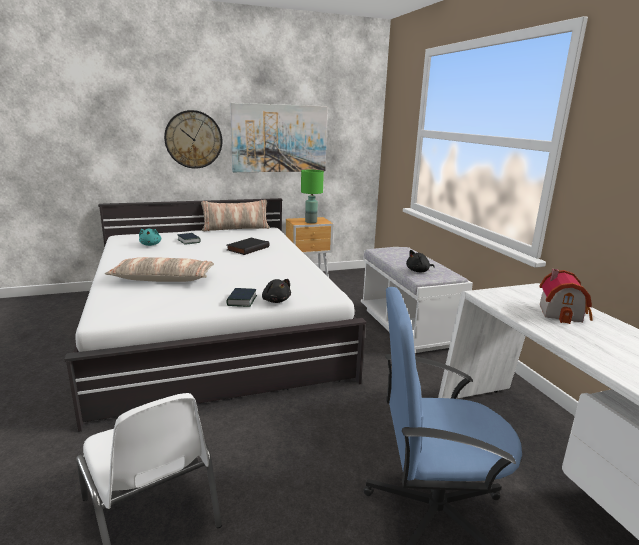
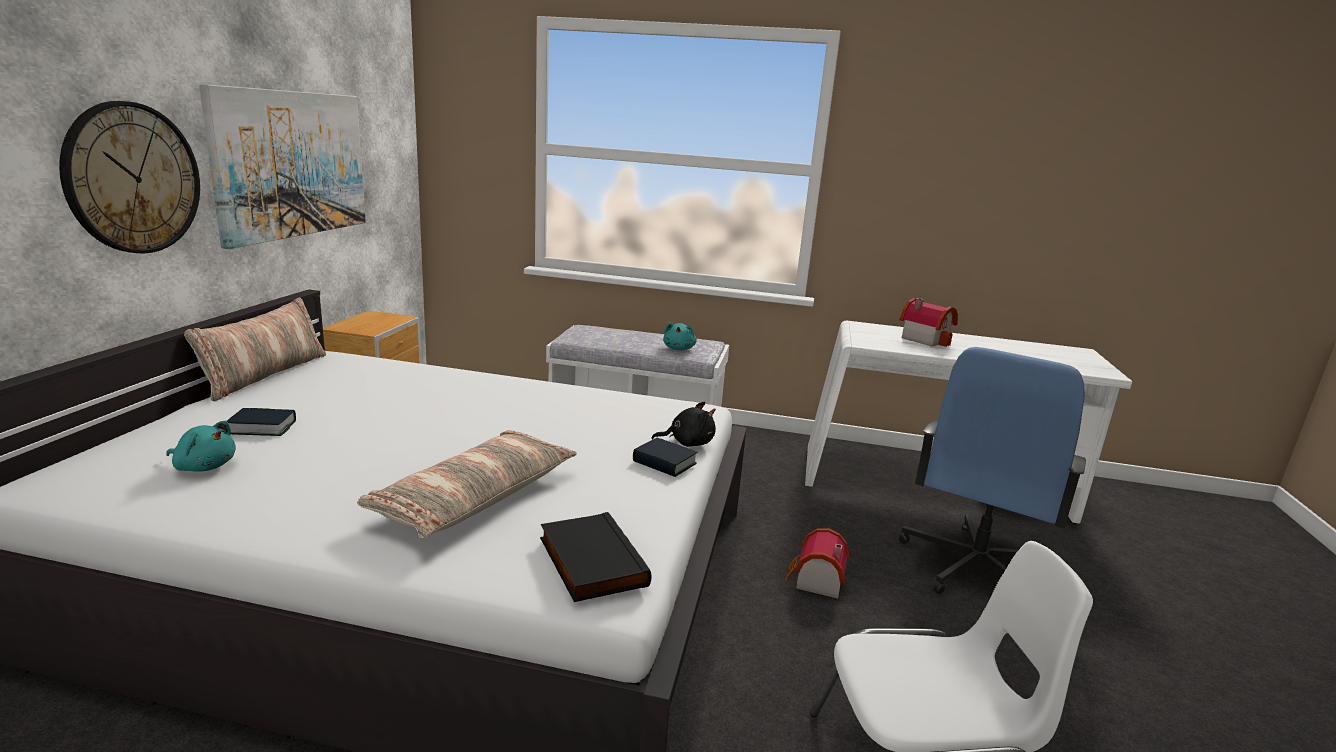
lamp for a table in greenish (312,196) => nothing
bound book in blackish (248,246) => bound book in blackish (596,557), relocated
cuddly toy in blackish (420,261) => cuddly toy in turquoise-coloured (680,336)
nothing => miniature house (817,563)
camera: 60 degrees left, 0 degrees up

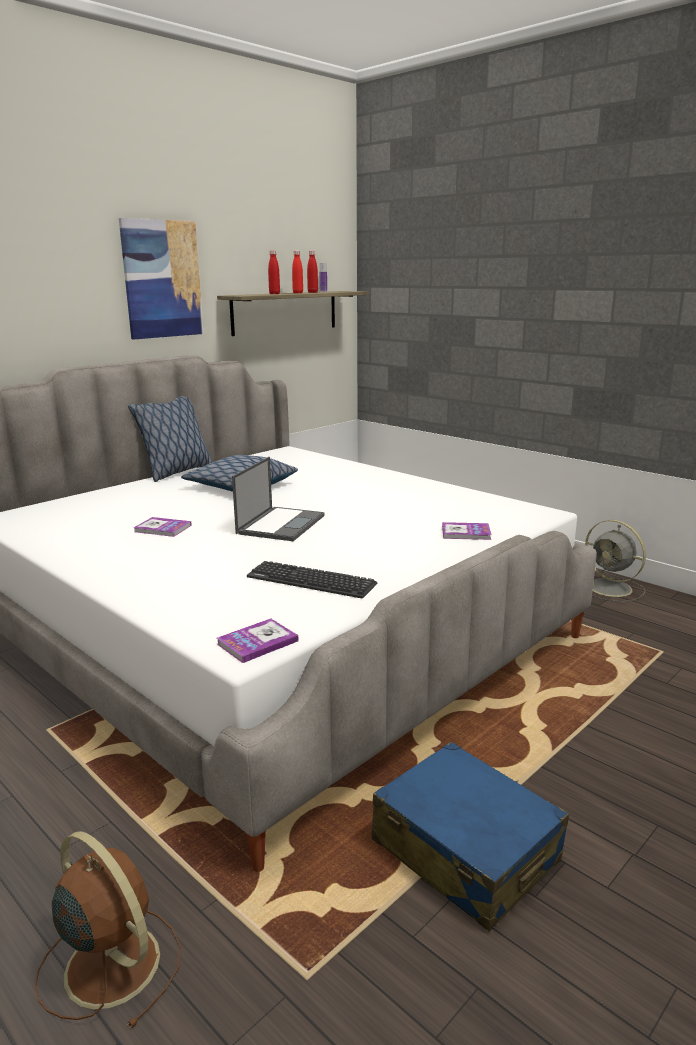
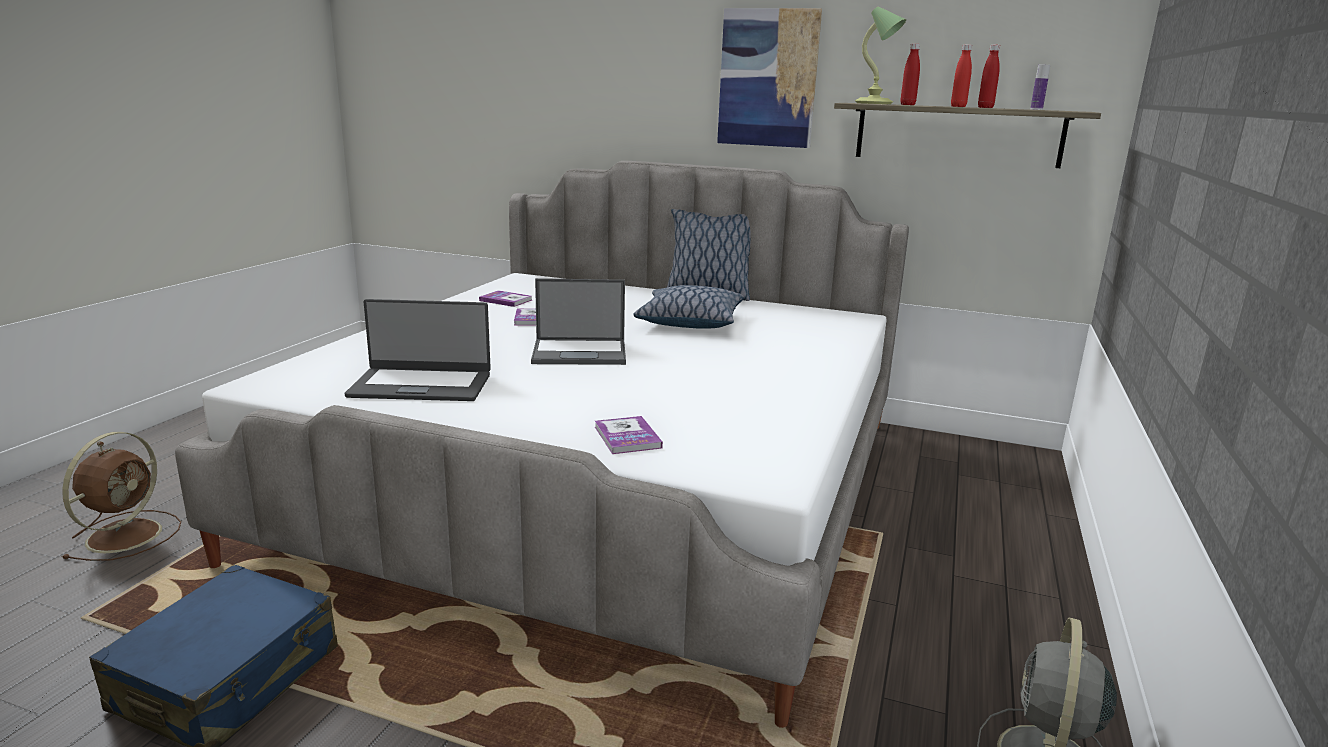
computer keyboard (312,579) => notebook computer (417,350)
bound book (258,640) => bound book (505,298), relocated
nothing => lamp for a table (880,55)
camera: 65 degrees right, 0 degrees up

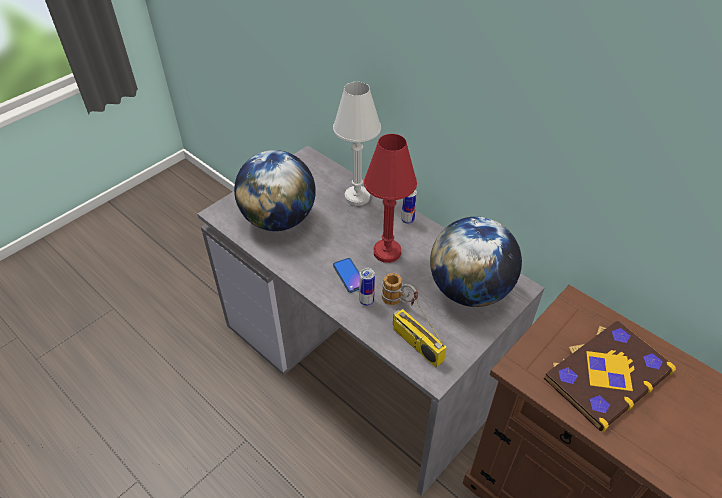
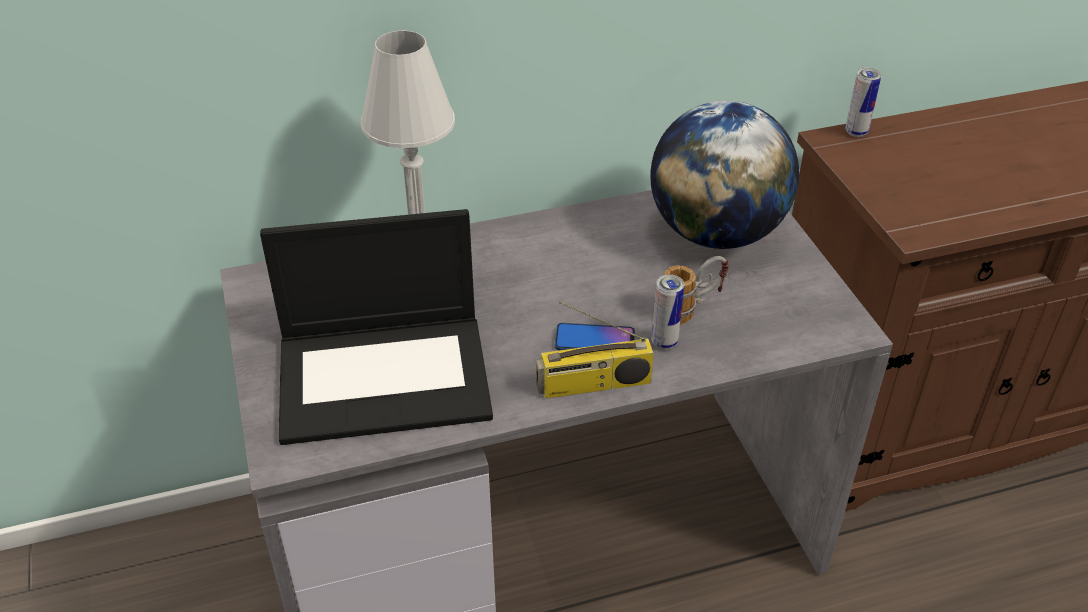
lamp for a table in red (390,198) => nothing
globe (275,190) => notebook computer (376,327)
can (409,207) => can (863,102), relocated
radio (420,329) => radio (595,350), relocated
bound book (610,376) => nothing
camera: 60 degrees left, 5 degrees down

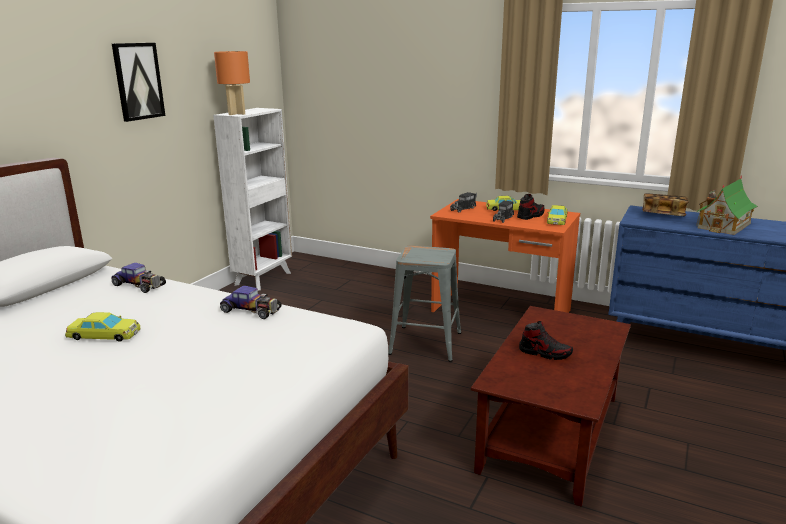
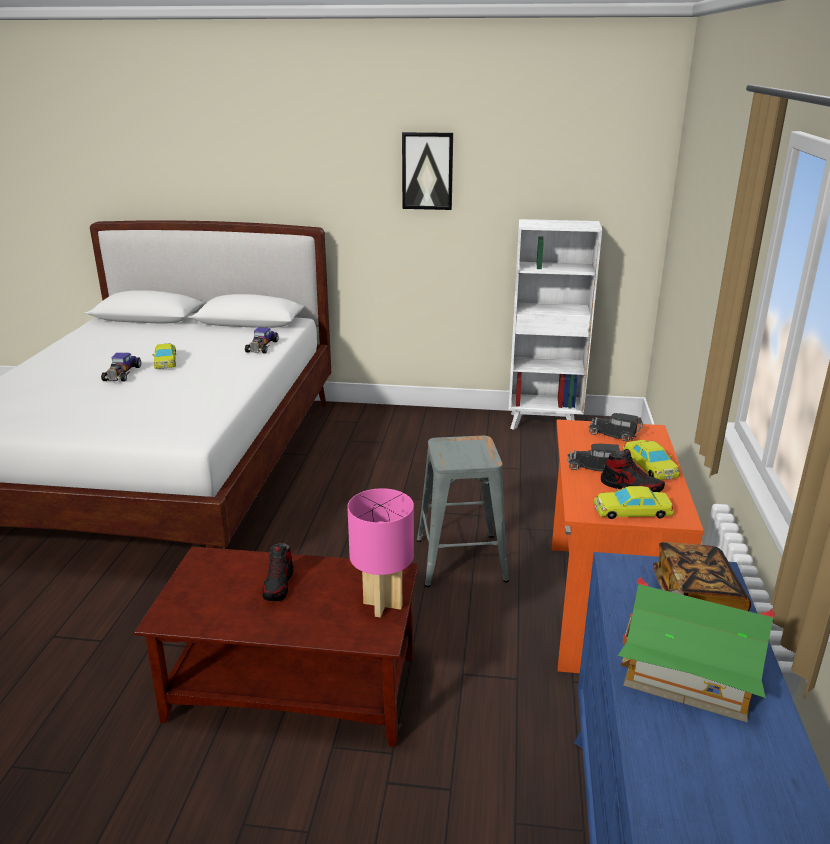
lamp for a table in orange (232,83) => nothing
toy car (251,302) => toy car (121,367), relocated
nothing => lamp for a table in pink-coloured (380,553)
camera: 70 degrees right, 5 degrees up

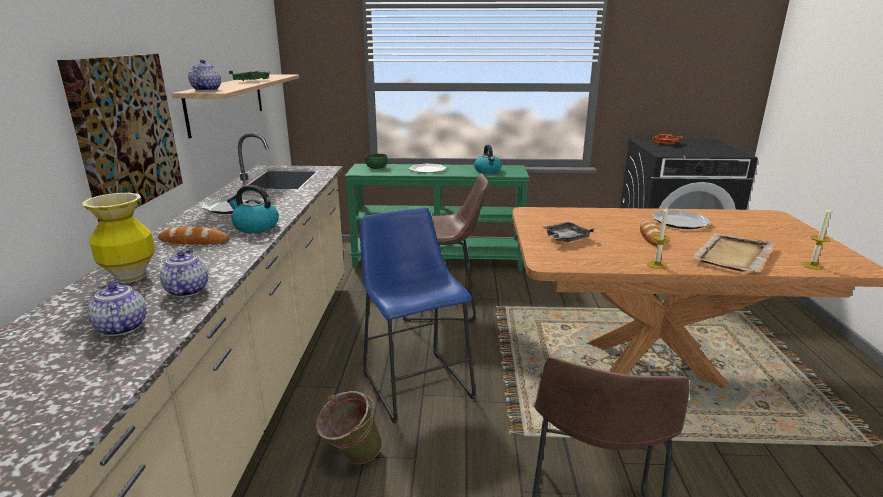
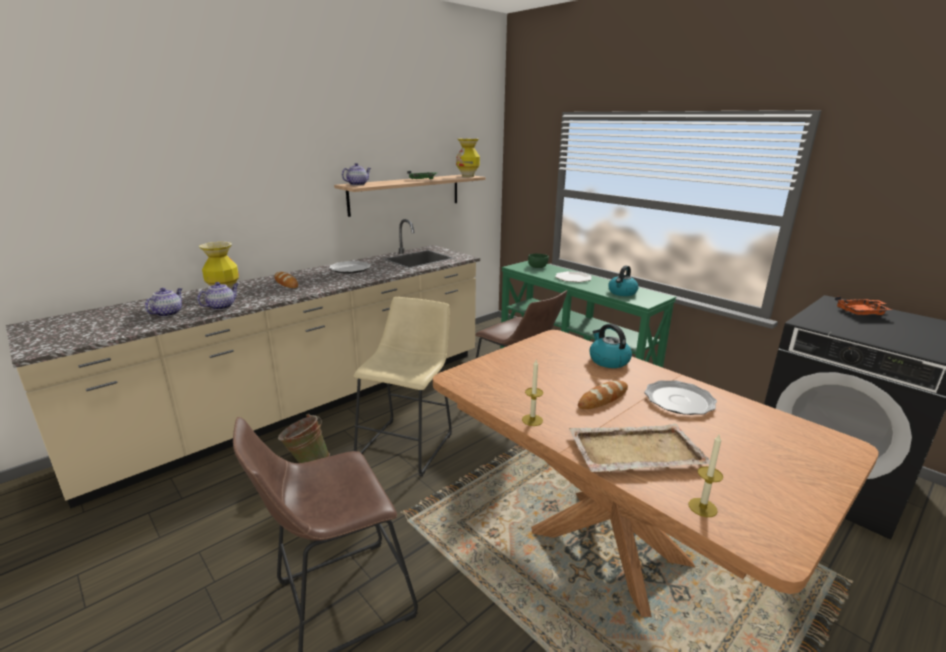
wall art (120,138) => nothing
tea kettle (253,209) => tea kettle (610,346), relocated
stool in blue-coloured (417,316) => stool in sand-coloured (403,387)
tray in greyish (568,232) => nothing
nothing => decorative vase (468,157)
camera: 45 degrees right, 0 degrees up

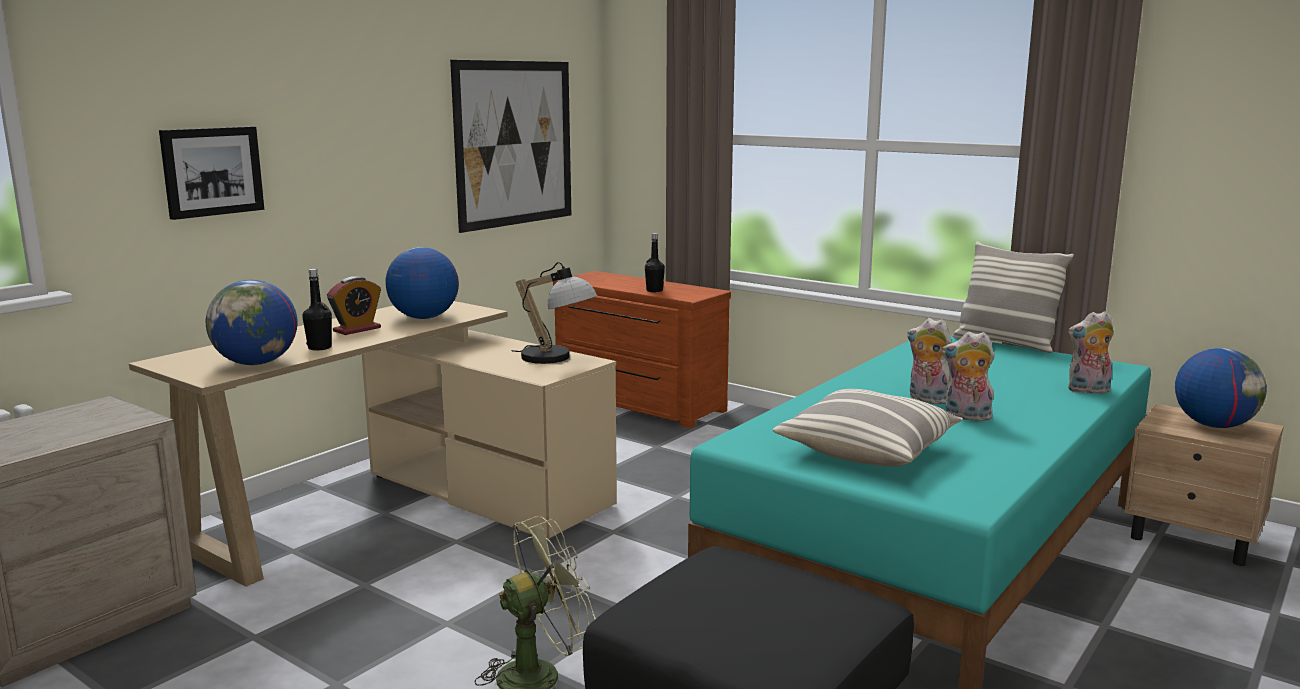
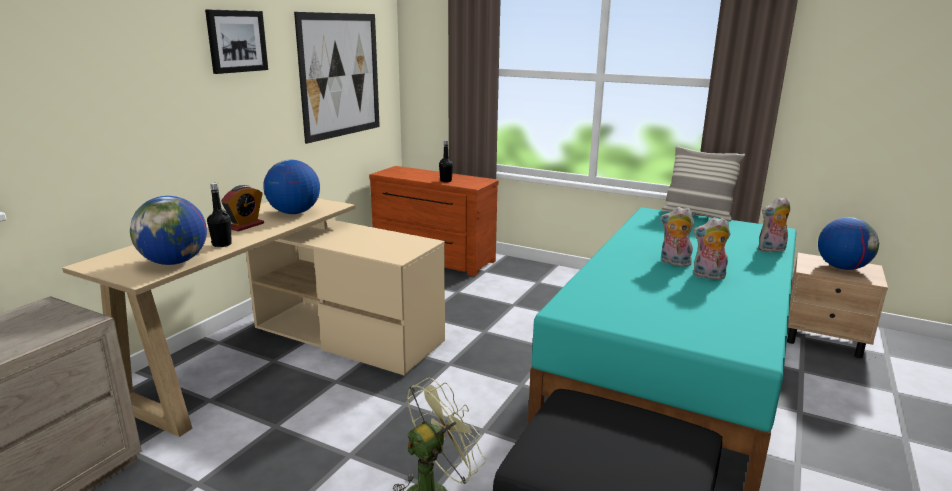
wall art (211,173) => wall art (236,42), relocated
lamp for a table (554,313) => nothing
cushion (868,428) => nothing
camera: 10 degrees left, 5 degrees up

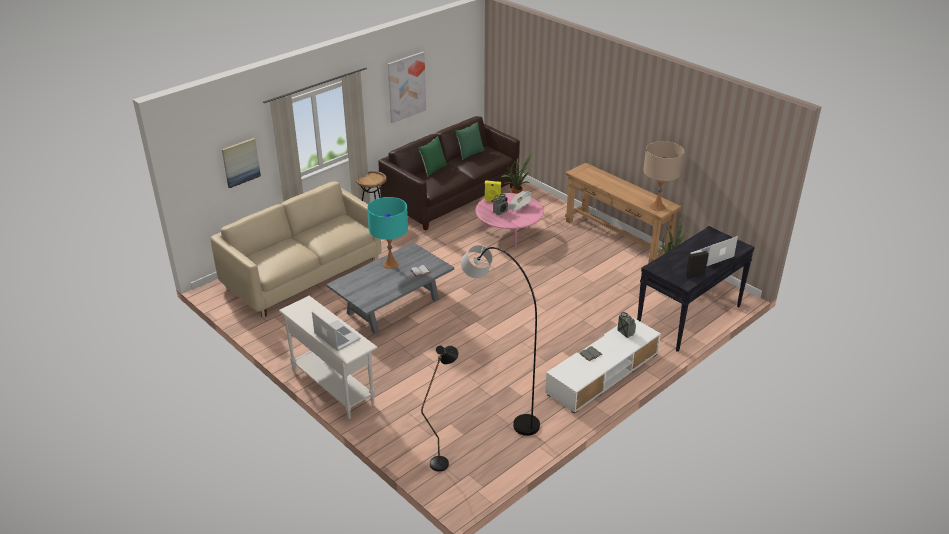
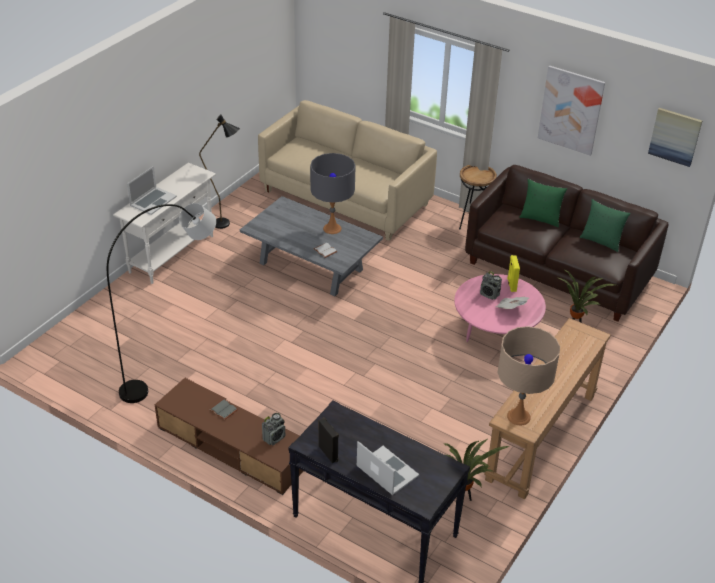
wall art (241,163) => wall art (675,137), relocated
lamp for a table in turquoise-coloured (387,233) => lamp for a table in greyish (333,193)
tv stand in white-coloured (603,365) => tv stand in brown-coloured (229,436)
standard lamp in blackish (440,408) => standard lamp in blackish (219,171), relocated
camera: 75 degrees right, 5 degrees up

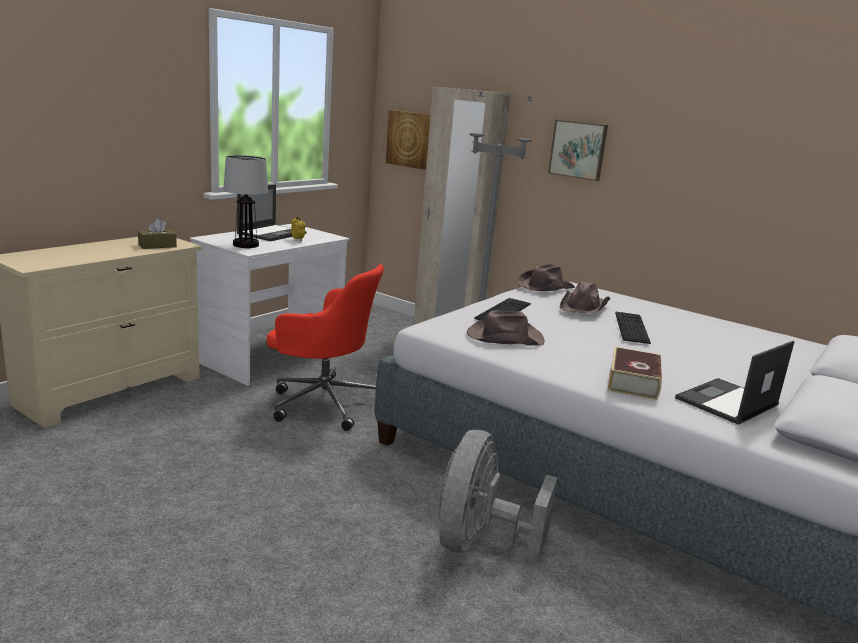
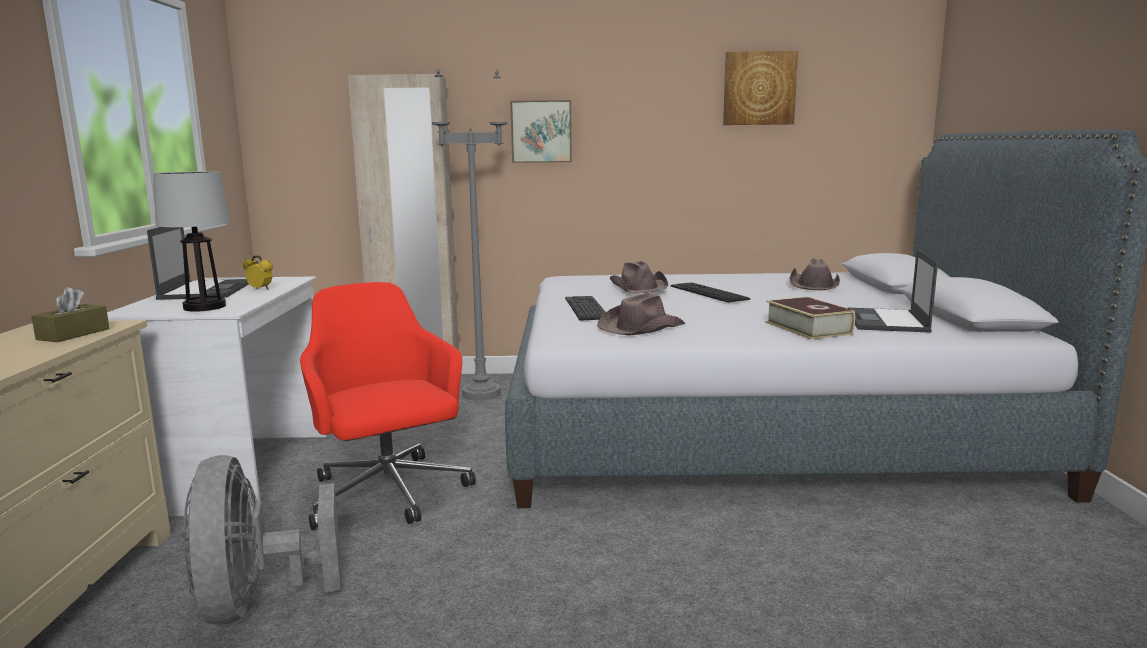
wall art (408,140) => wall art (760,88), relocated
desk chair in red (325,347) => desk chair in red (388,406), 105 degrees counterclockwise
hat in brown-coloured (545,277) => hat in brown-coloured (815,274), relocated
cooling fan in greyish (498,496) => cooling fan in greyish (261,539), relocated
camera: 35 degrees left, 5 degrees down

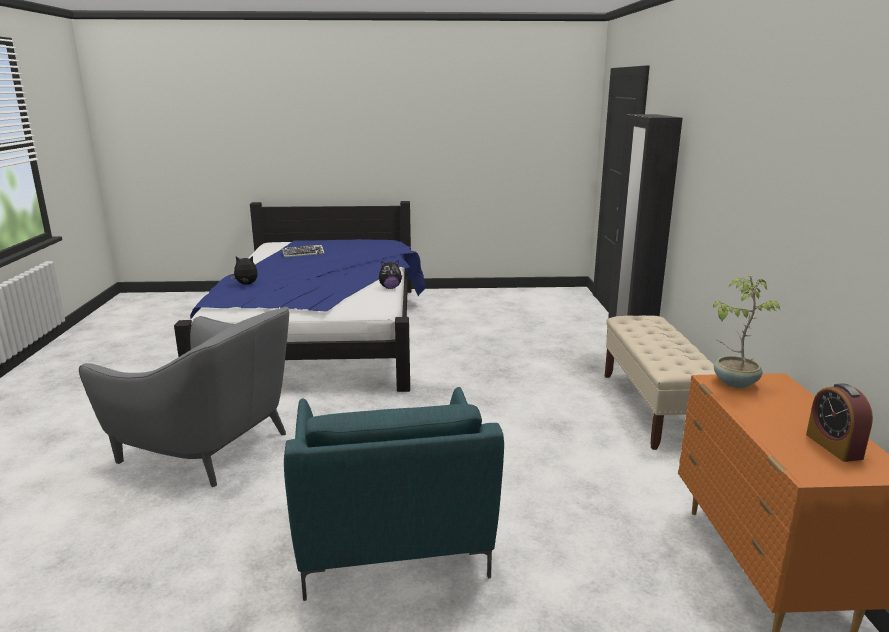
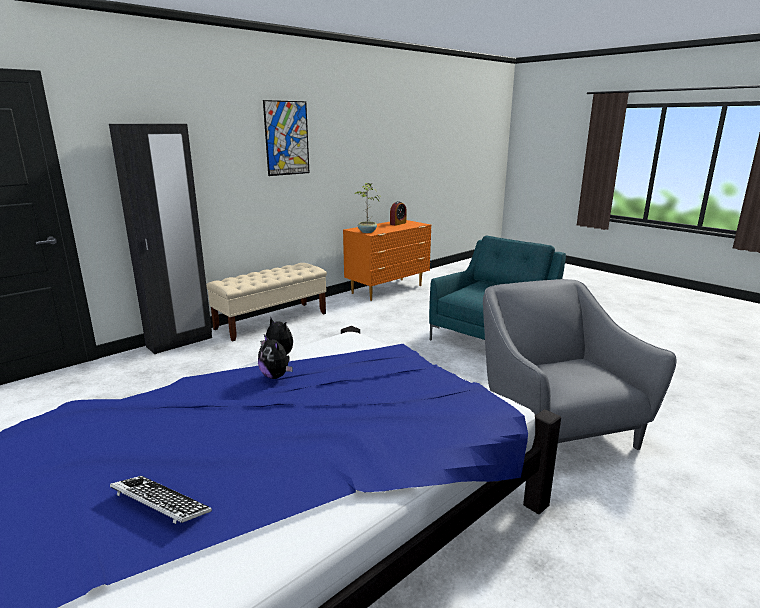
cuddly toy (244,270) => cuddly toy (275,357), relocated
nothing => wall art (286,138)
camera: 130 degrees left, 0 degrees up

